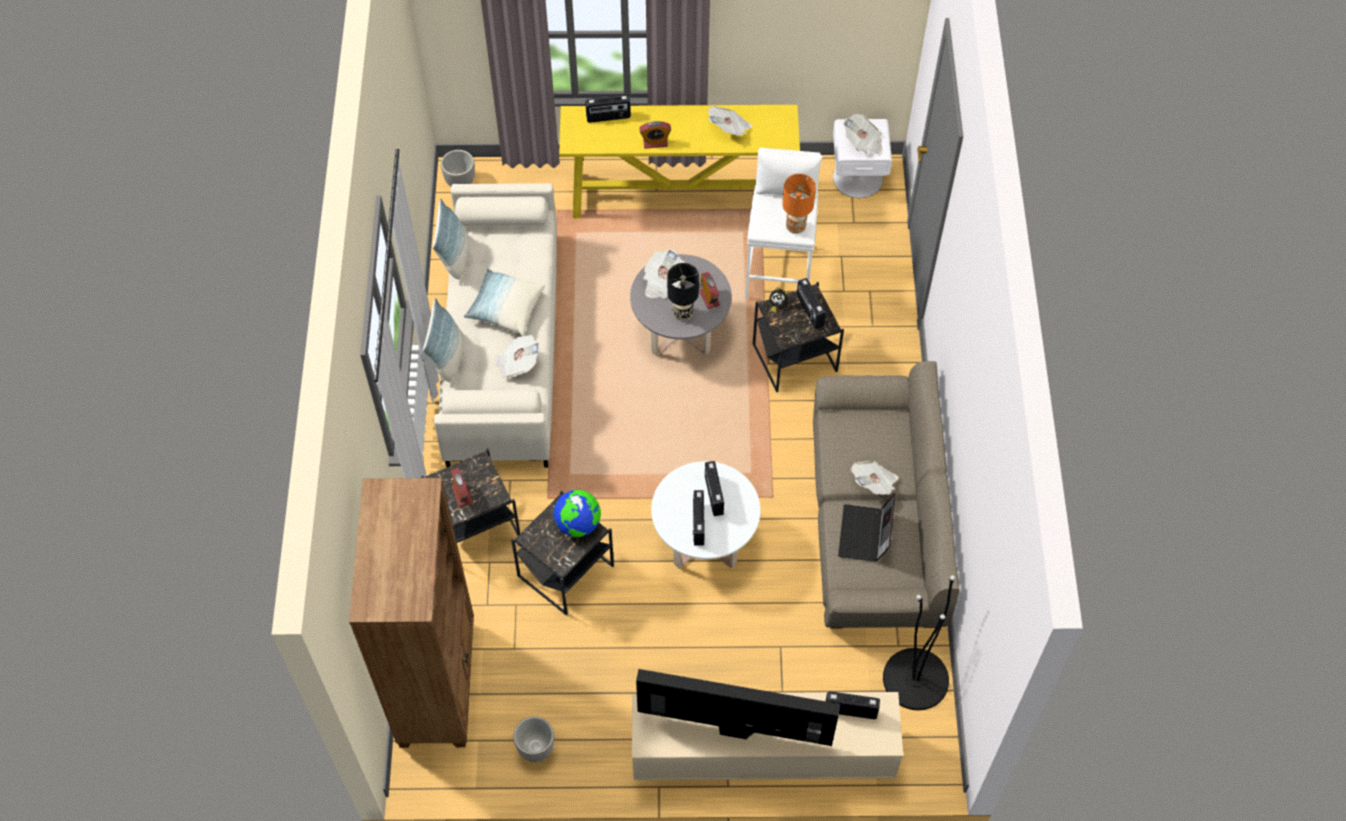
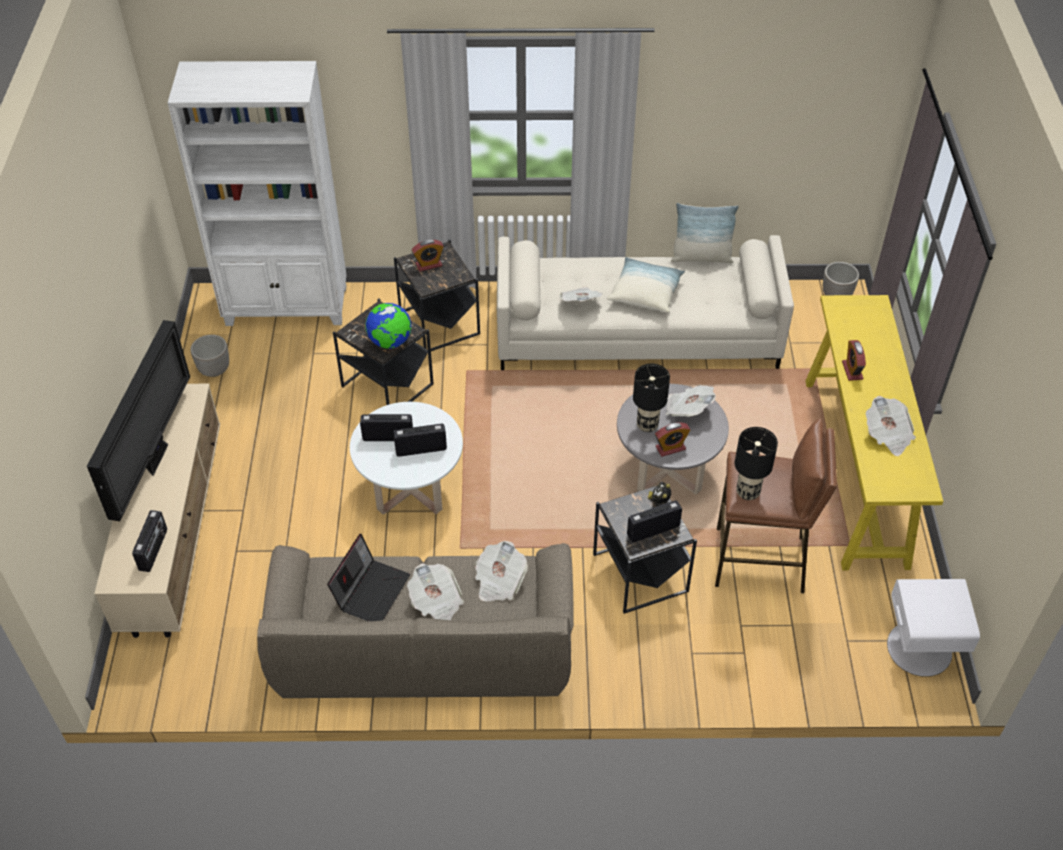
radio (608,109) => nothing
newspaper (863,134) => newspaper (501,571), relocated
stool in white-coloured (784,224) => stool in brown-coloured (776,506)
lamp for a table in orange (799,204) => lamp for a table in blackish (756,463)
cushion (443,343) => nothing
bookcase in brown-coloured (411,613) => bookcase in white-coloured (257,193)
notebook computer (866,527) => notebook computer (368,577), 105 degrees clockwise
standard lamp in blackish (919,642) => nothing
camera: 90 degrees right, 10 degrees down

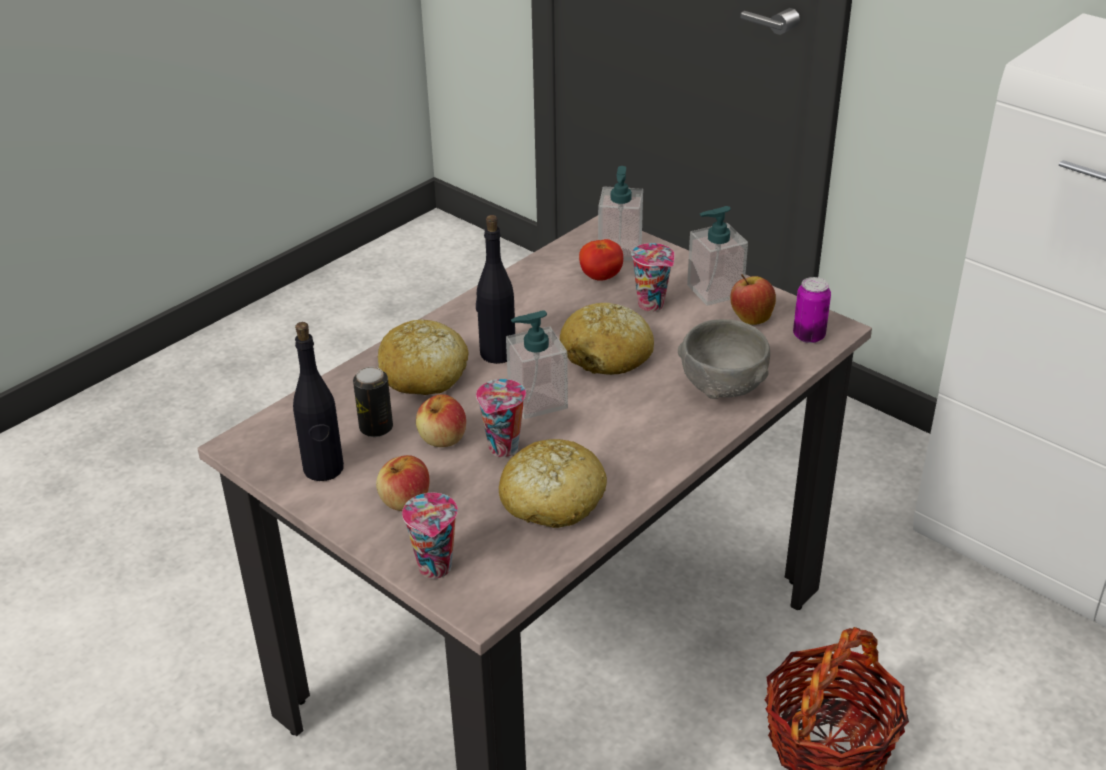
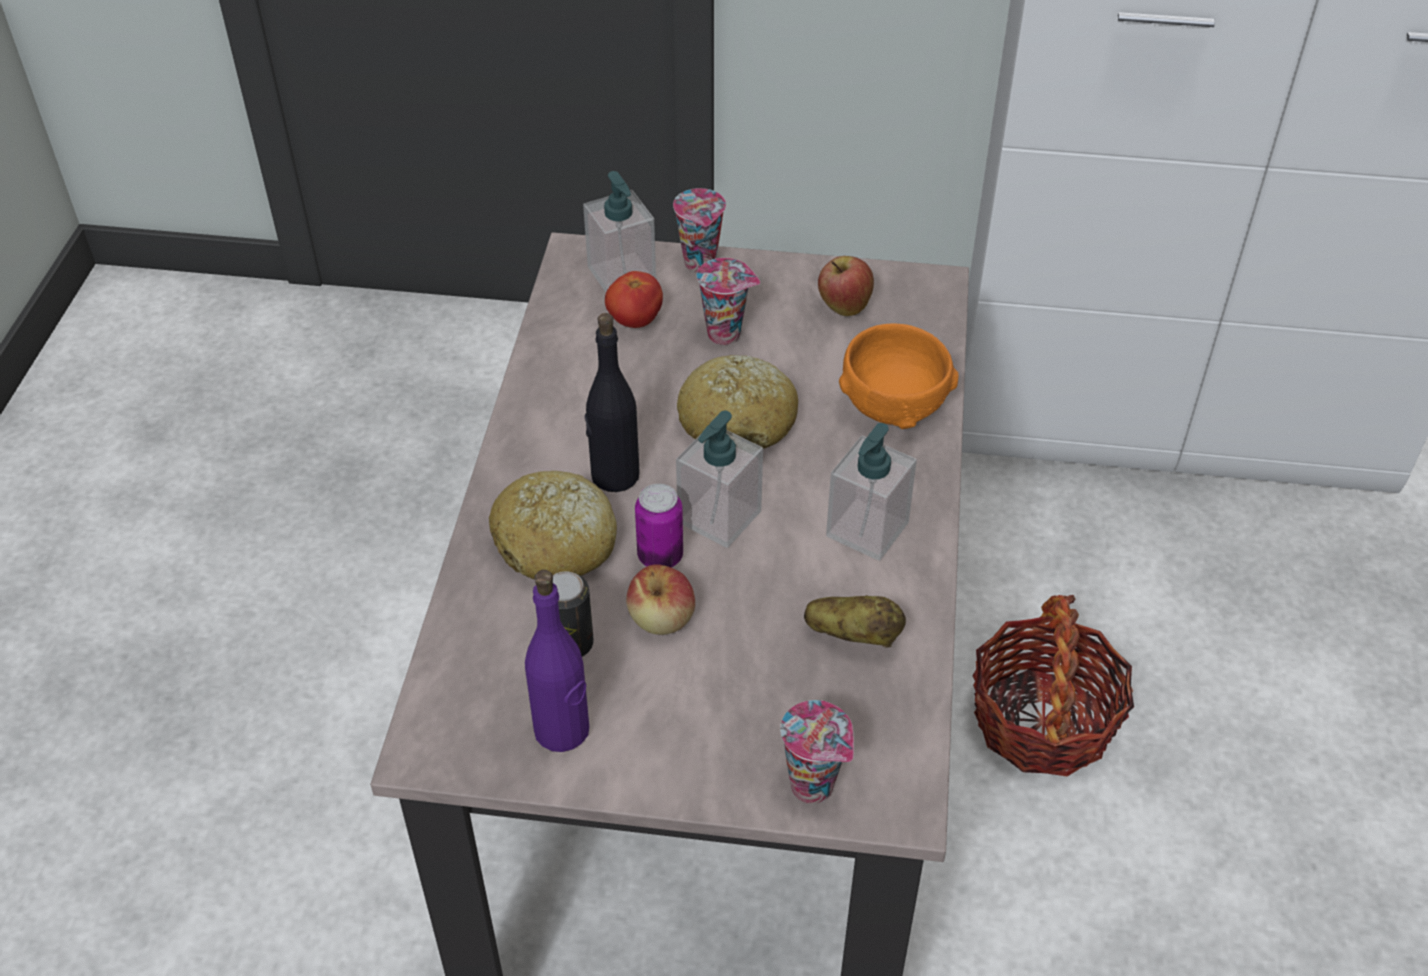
soap bottle (717,256) => soap bottle (871,492), relocated
can (812,310) => can (659,526), relocated
serving bowl in greyish (724,359) => serving bowl in orange (899,376)
beverage bottle in blackish (318,401) => beverage bottle in purplish (557,661)
small cup (501,418) => small cup (699,230), relocated
baked bread (553,483) => potato (855,621)
whole apple (402,483) => nothing
camera: 35 degrees left, 10 degrees up

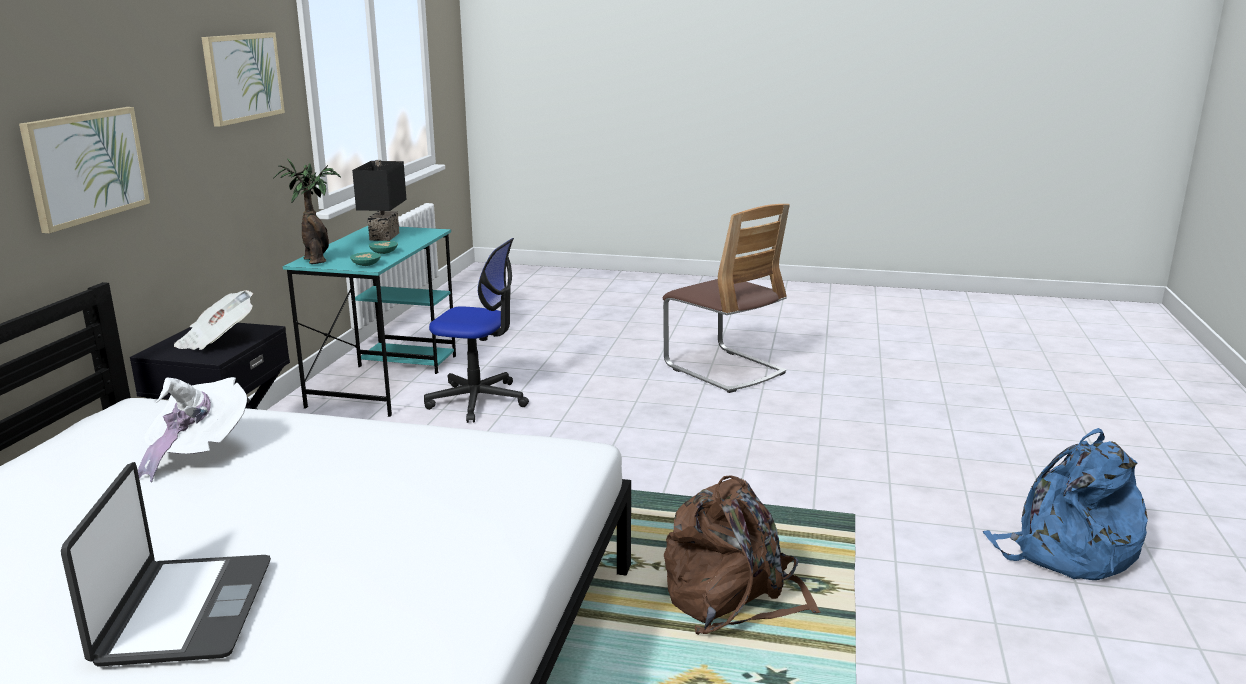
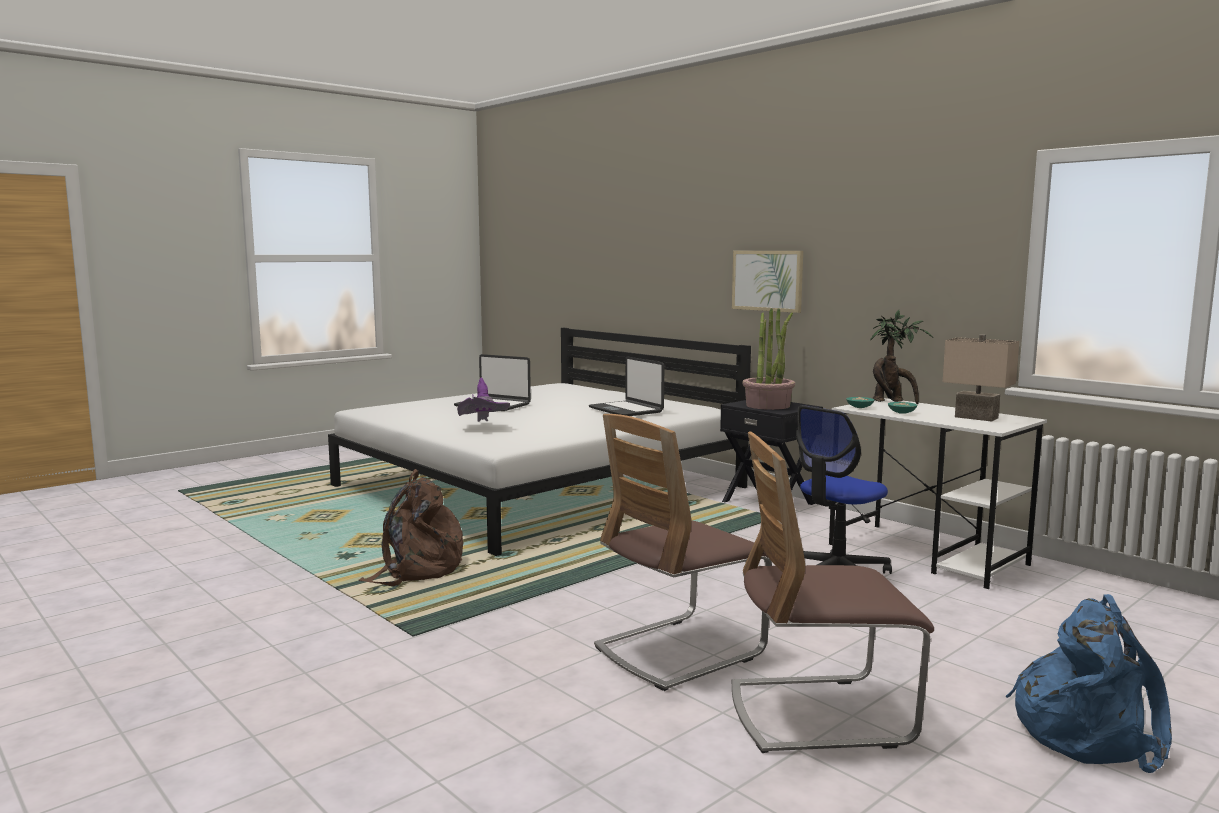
wall art (243,80) => nothing
lamp for a table in blackish (379,200) => lamp for a table in sand-coloured (981,377)
desk unit in turquoise-coloured (369,321) => desk unit in white-coloured (938,493)
newspaper (213,320) => plant in a pot (768,359)
hat in white-coloured (192,429) => notebook computer (626,386)
knapsack in blue-coloured (1065,504) => knapsack in blue-coloured (1089,683), relocated
nothing => hat in purplish (483,400)
nothing => upright chair (683,552)
camera: 125 degrees right, 10 degrees down

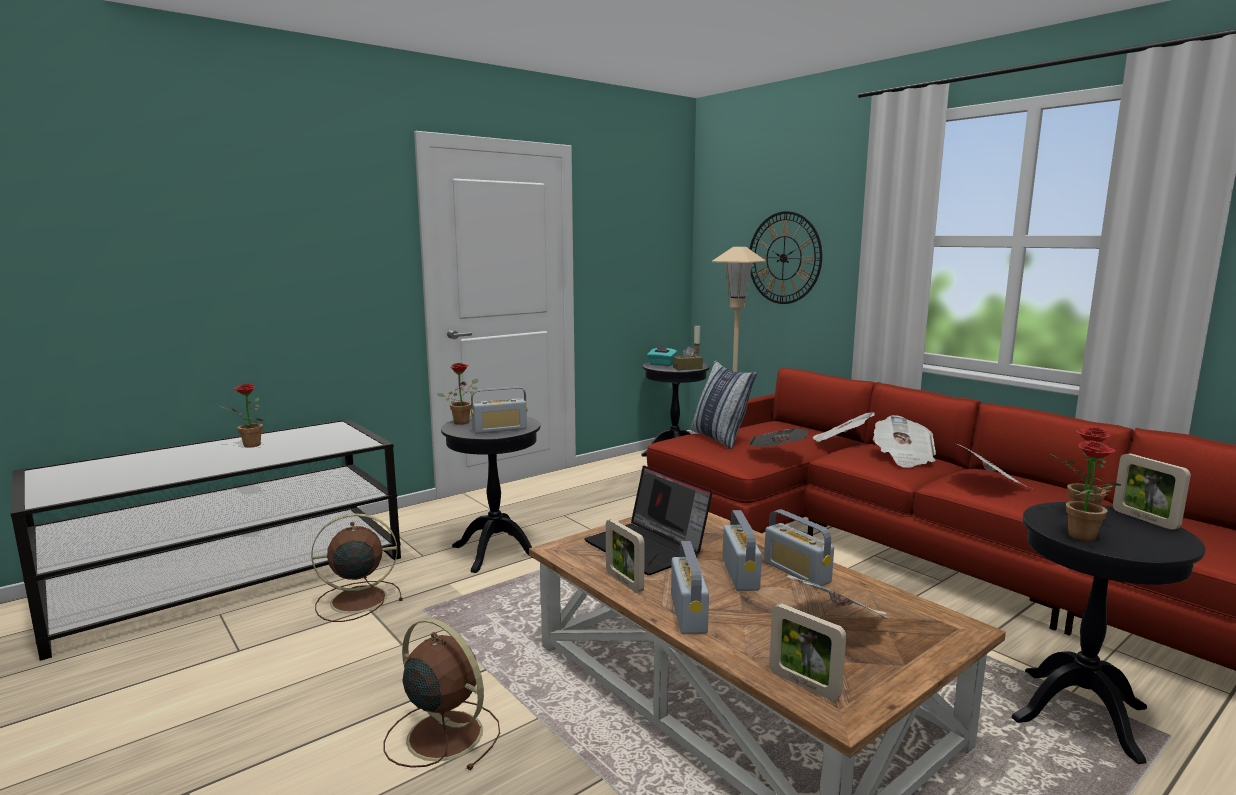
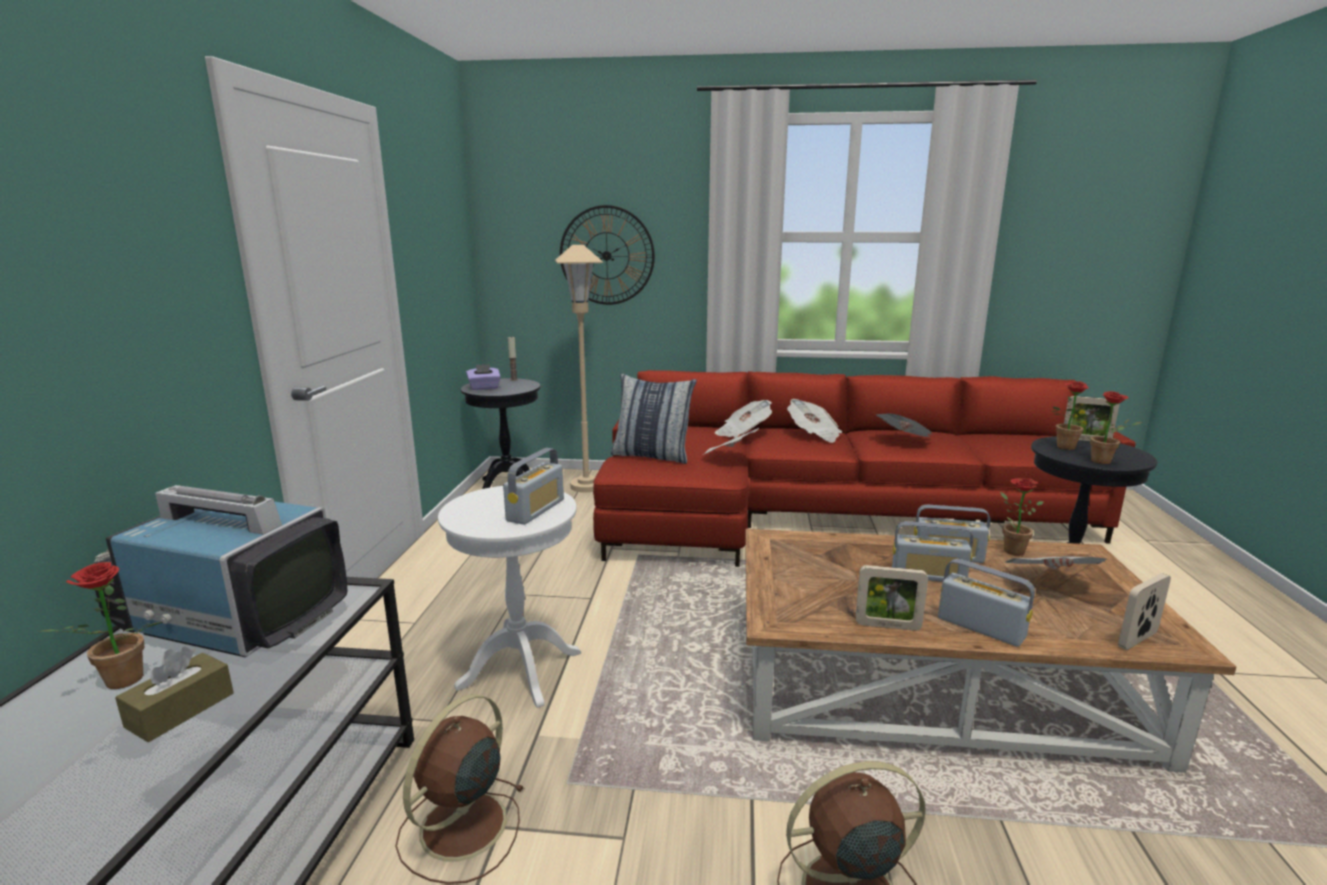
box of tissues in turquoise-coloured (662,355) => box of tissues in purplish (483,377)
box of tissues in brown-coloured (688,358) => box of tissues in brown-coloured (174,694), relocated
plant in a pot (457,394) => plant in a pot (1021,517), relocated
end table in blackish (491,494) => end table in white-coloured (509,597)
notebook computer (648,520) => nothing
radio (742,550) => radio (932,551), 150 degrees clockwise
standing frame (807,652) => standing frame (1144,611), 150 degrees clockwise
nothing => television (220,571)
camera: 45 degrees left, 5 degrees up

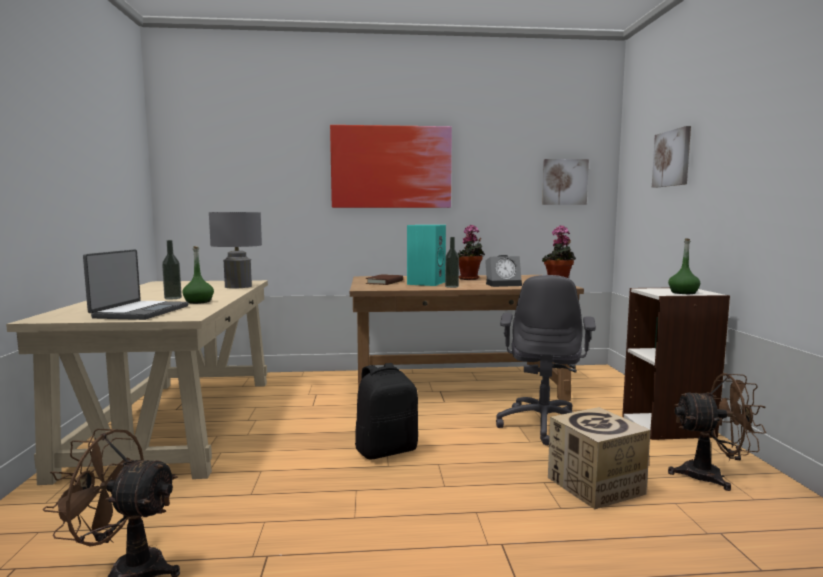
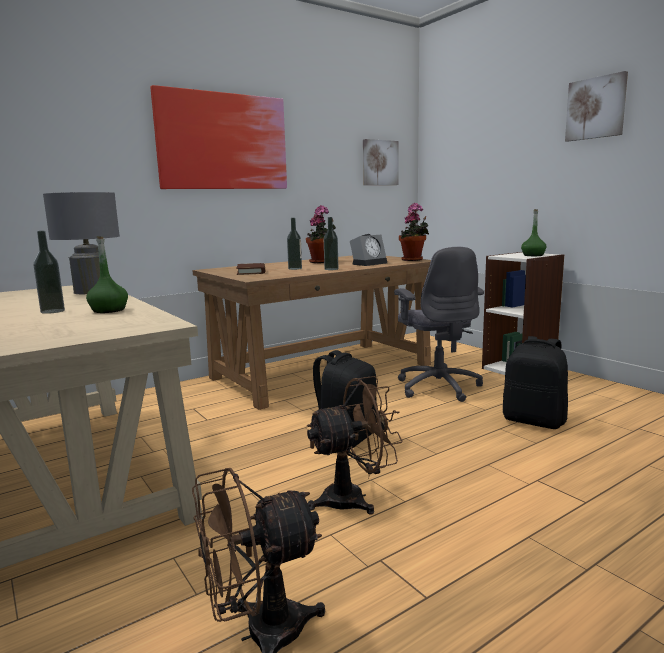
wall art (671,157) => wall art (596,106), relocated
audio speaker in turquoise-coloured (426,255) => beverage bottle (294,244)
notebook computer (136,284) => nothing
cooling fan in brown-coloured (717,432) => cooling fan in brown-coloured (355,445), relocated
packing box (599,458) => knapsack in blackish (535,382)
camera: 30 degrees left, 5 degrees up

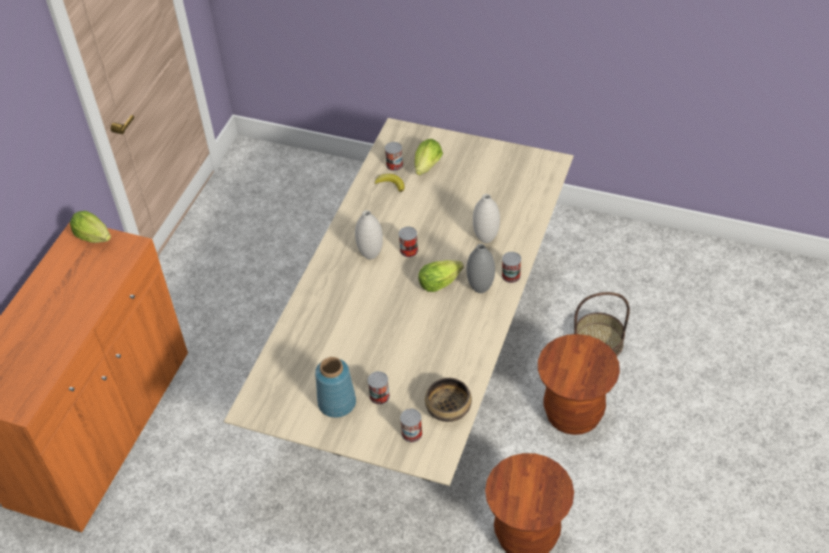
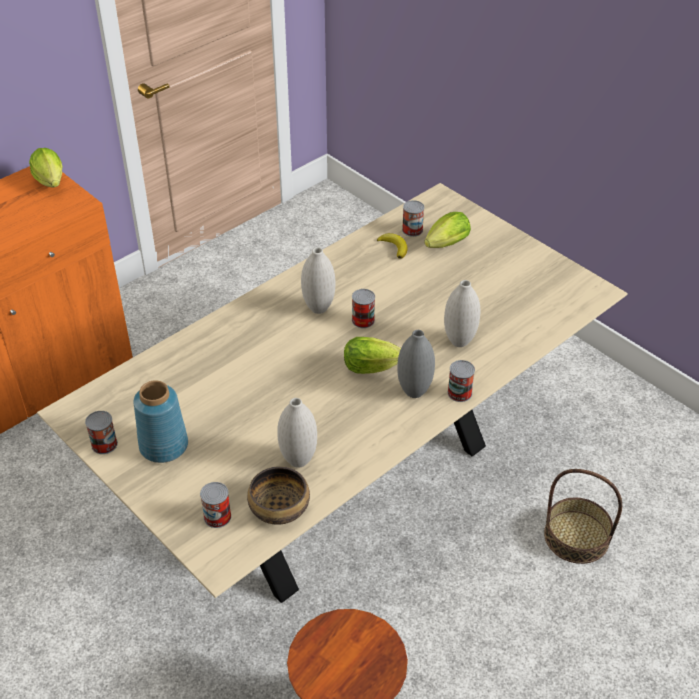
stool in brown-coloured (579,384) => nothing
can (379,388) => can (101,432), relocated
nothing => decorative vase in white-coloured (297,433)
camera: 25 degrees right, 5 degrees down

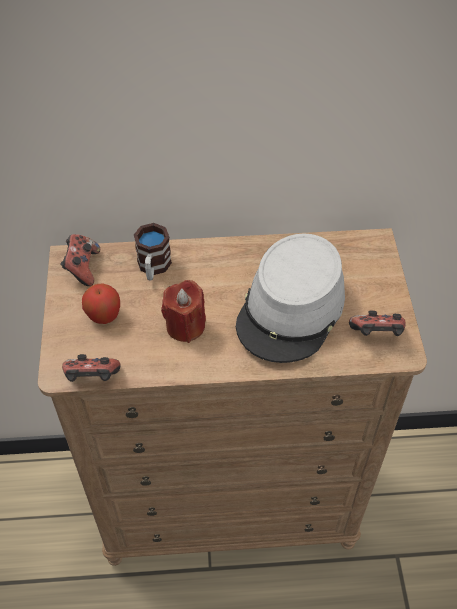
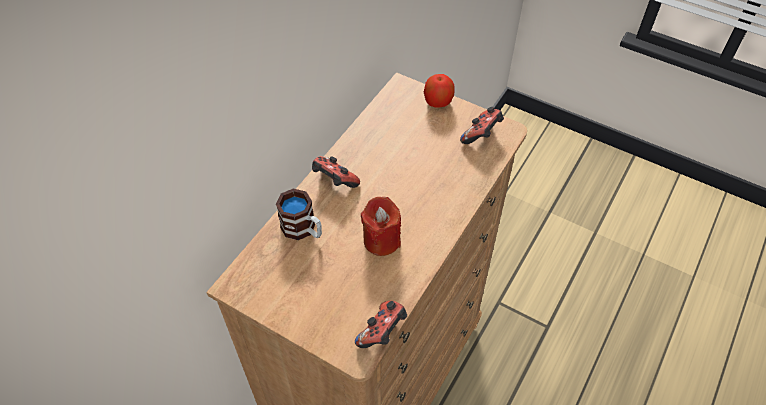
gamepad (80,260) => gamepad (336,172), relocated
hat in greyish (290,298) => nothing
whole apple (101,303) => whole apple (439,90), relocated
camera: 55 degrees left, 0 degrees up

